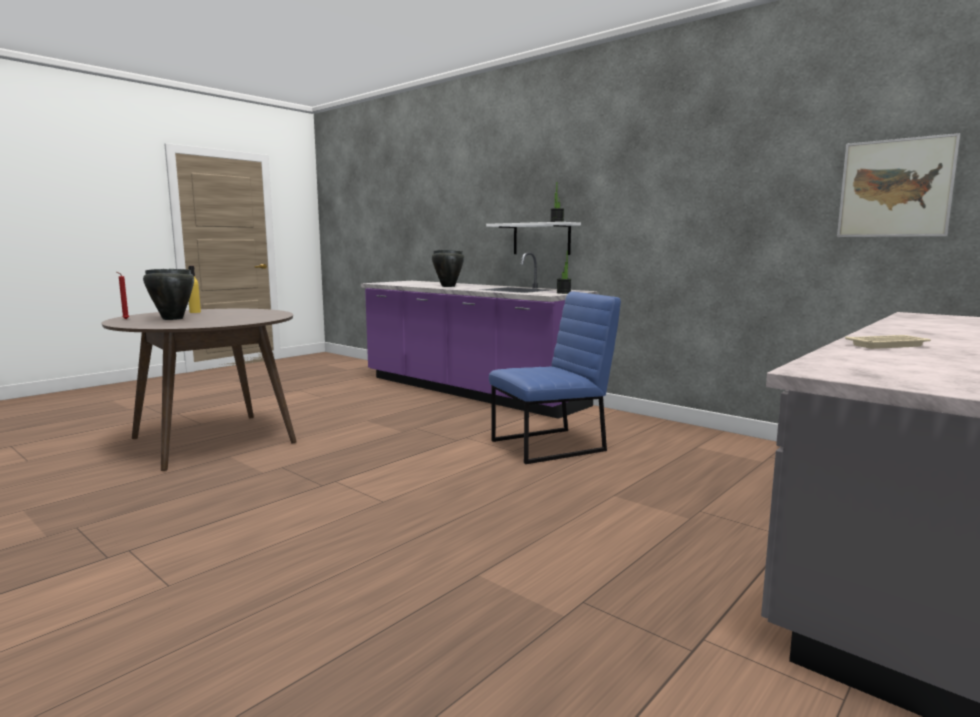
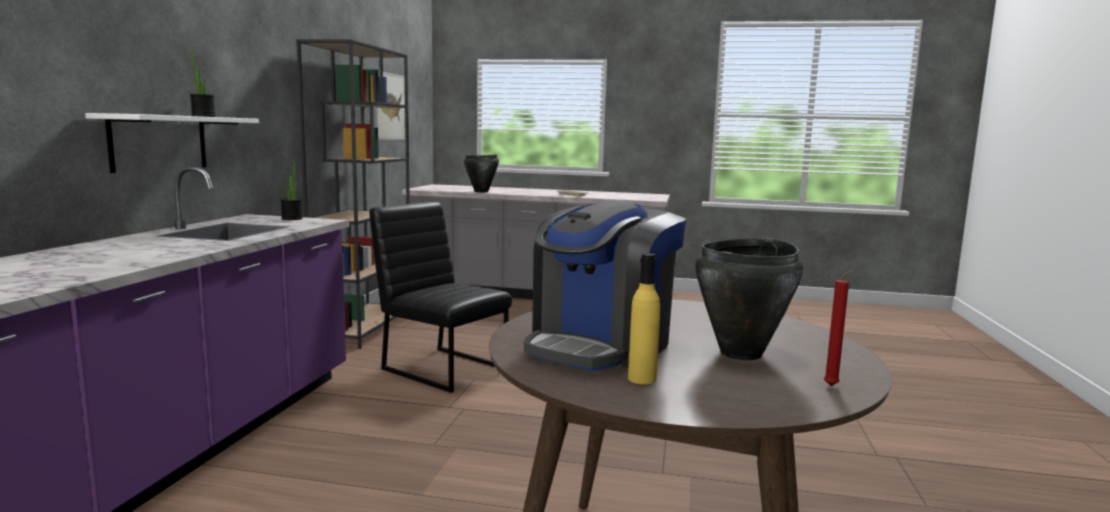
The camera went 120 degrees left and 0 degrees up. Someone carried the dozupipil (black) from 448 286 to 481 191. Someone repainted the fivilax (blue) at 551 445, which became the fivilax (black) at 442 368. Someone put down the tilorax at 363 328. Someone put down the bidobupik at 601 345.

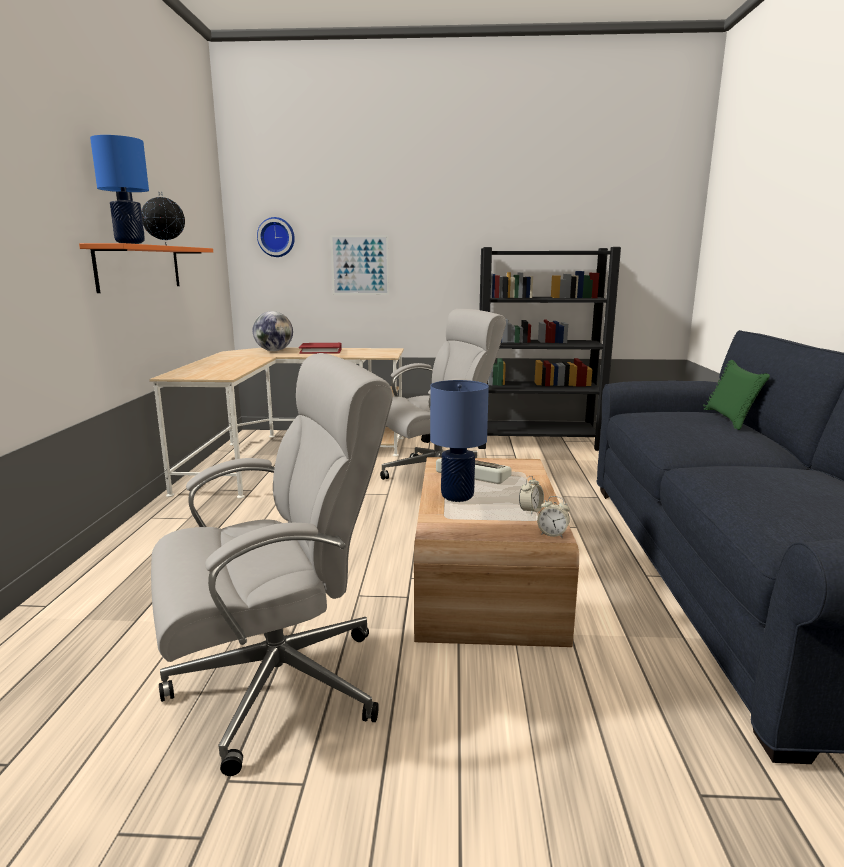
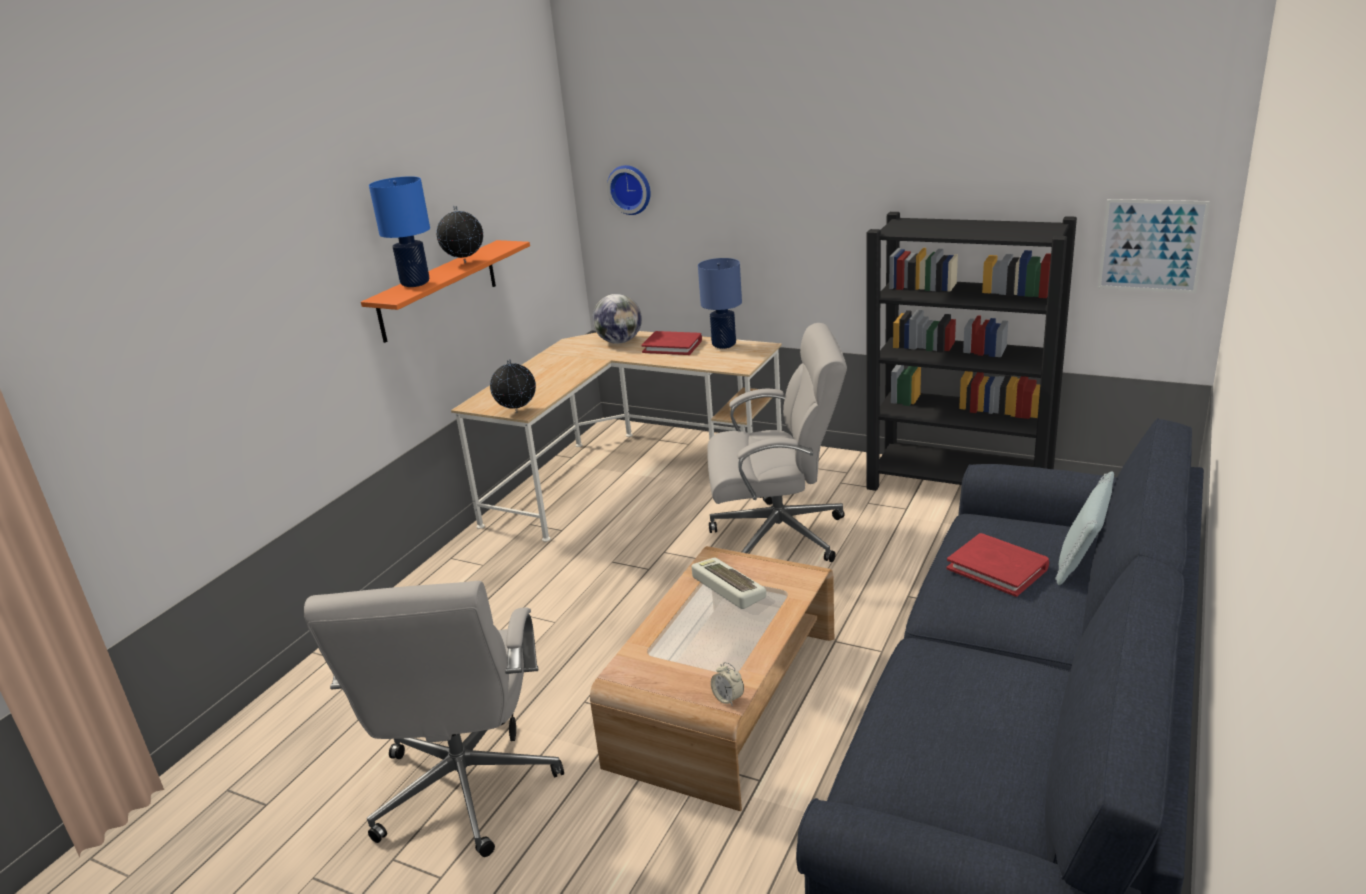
The camera went 25 degrees right and 10 degrees up. Someone carried the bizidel from 360 265 to 1151 246. Someone rotated the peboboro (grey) at 277 685 by 90 degrees clockwise. Someone repainted the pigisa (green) at 730 419, which became the pigisa (blue) at 1081 558. Someone carried the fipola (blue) from 457 499 to 724 346. Someone took away the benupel at 530 511. Someone put down the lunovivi at 517 412. Someone put down the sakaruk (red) at 997 568.

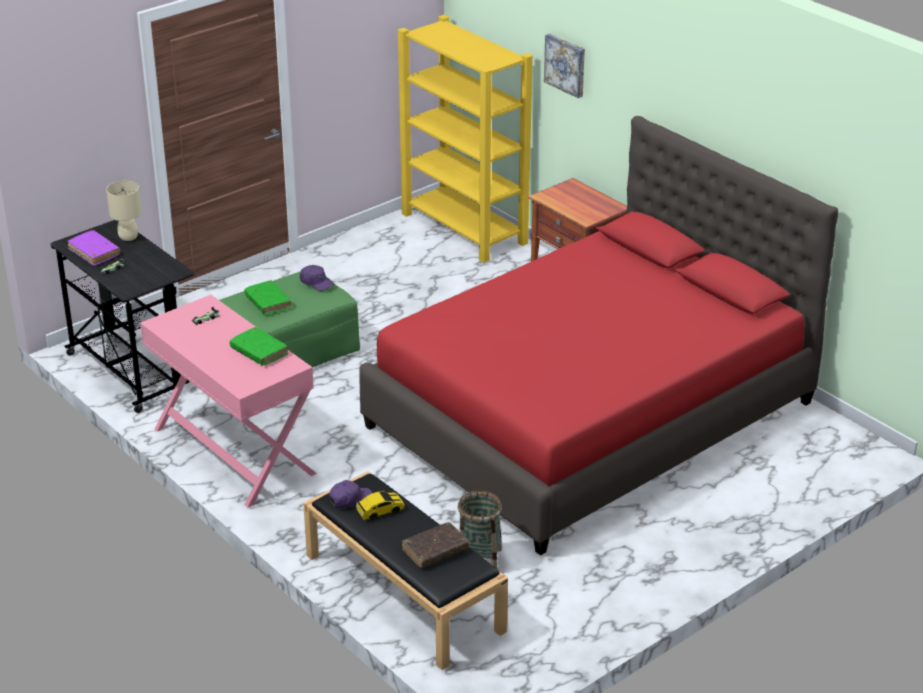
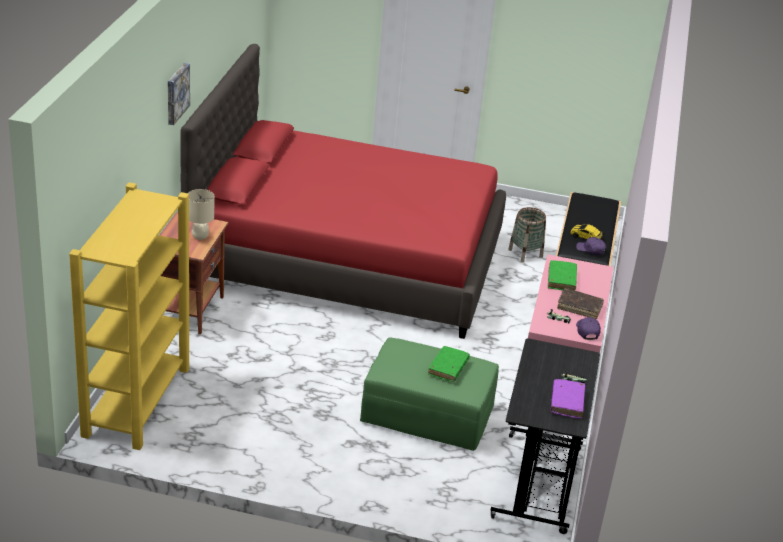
The camera went 130 degrees left and 0 degrees up. Someone carried the bizidel from 566 64 to 176 93. Someone carried the fipola (beige) from 129 238 to 200 236. Someone carried the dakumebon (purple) from 316 282 to 587 331. Someone carried the sakaruk (brown) from 435 550 to 579 307.

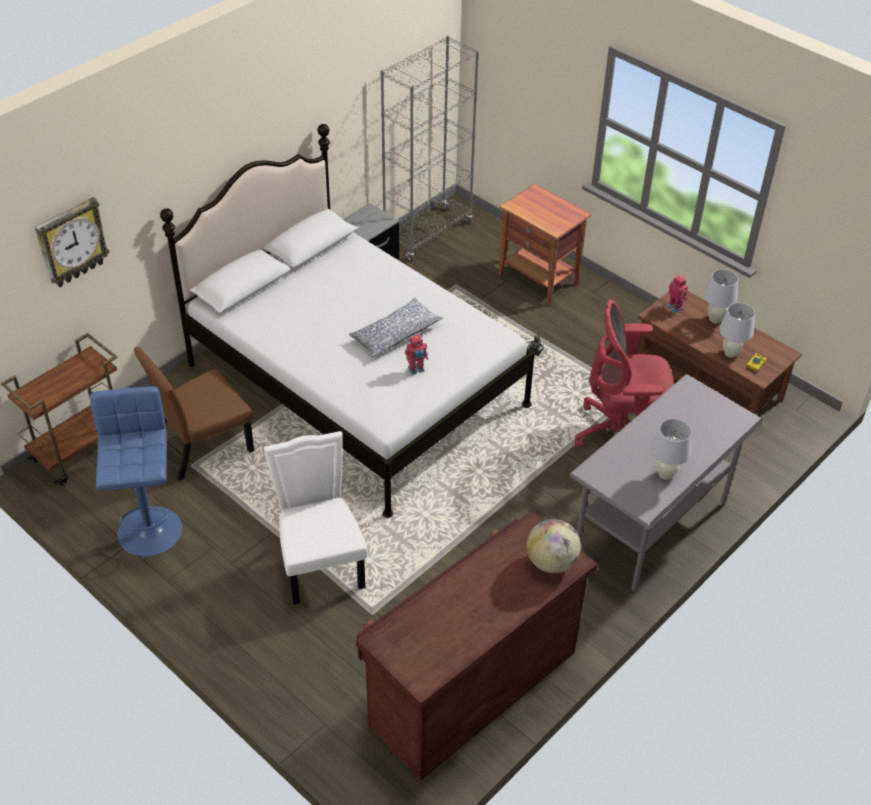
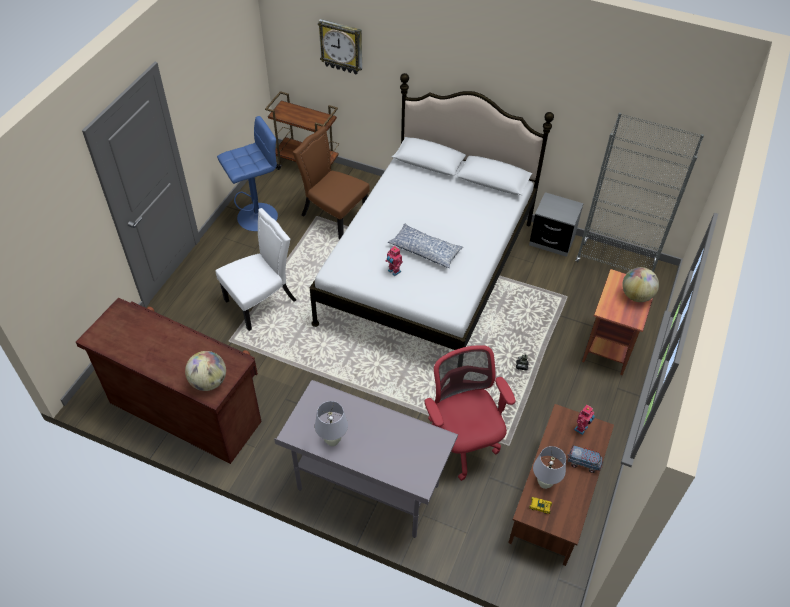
The camera went 70 degrees right and 5 degrees up. Someone swapped the fipola (white) at 715 319 for the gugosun at 583 463. Someone put down the lunovivi at 636 295.

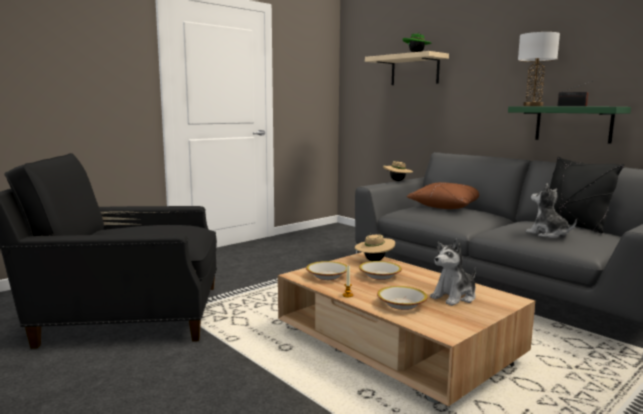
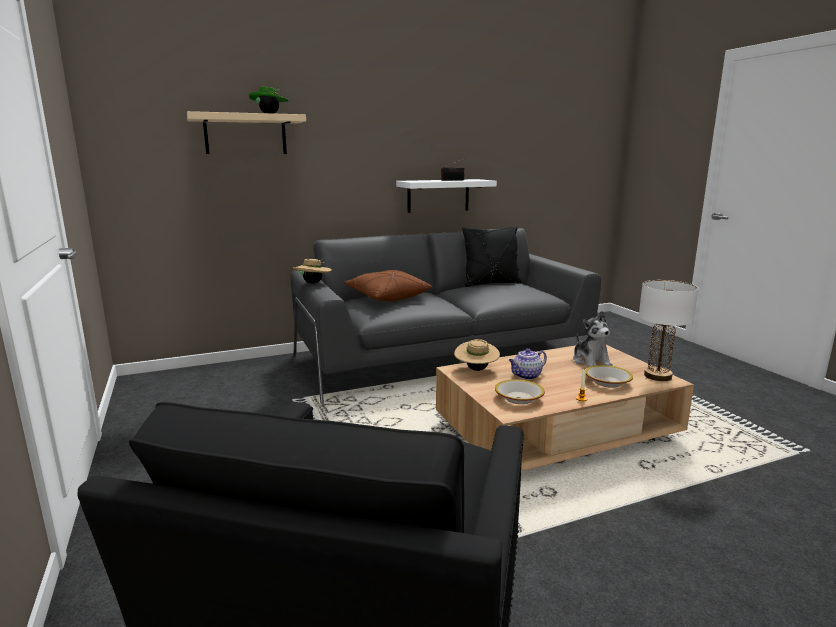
The camera went 70 degrees left and 5 degrees up. Someone carried the fipola from 533 106 to 658 376. Someone repainted the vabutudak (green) at 573 124, which became the vabutudak (white) at 438 195. Someone took away the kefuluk at 548 234. Someone swapped the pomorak at 379 276 for the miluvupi at 526 376.

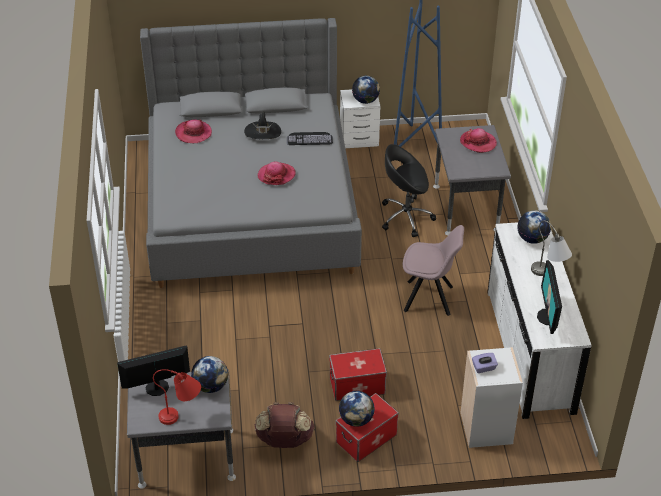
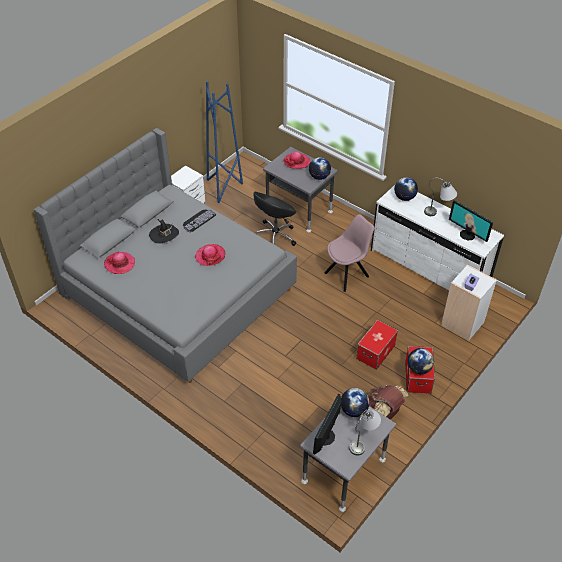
The camera went 45 degrees left and 5 degrees up. Someone carried the lunovivi from 365 101 to 319 177. Someone repainted the fipola (red) at 182 416, which became the fipola (grey) at 363 441.

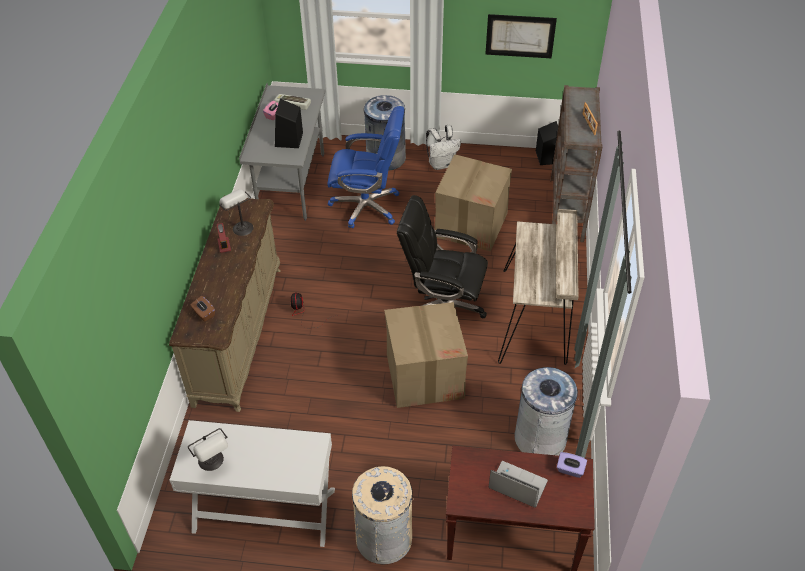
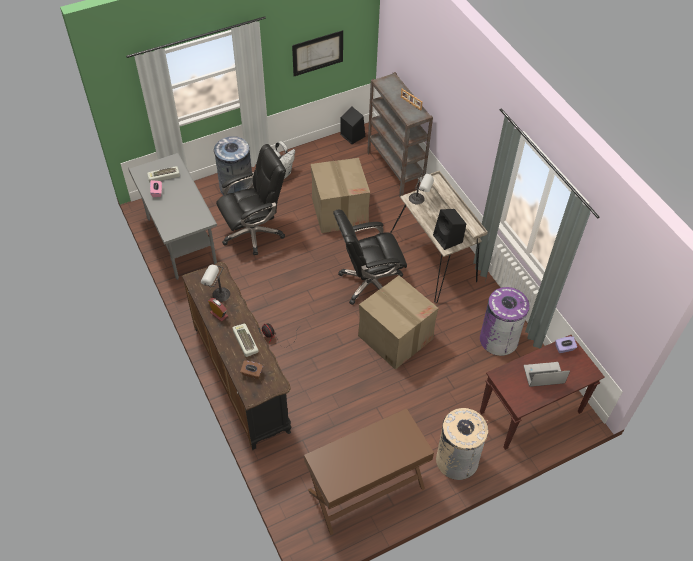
The camera went 35 degrees left and 5 degrees up. Someone carried the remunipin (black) from 289 140 to 448 239. Someone repainted the peboboro (blue) at 367 207, which became the peboboro (black) at 254 233. Someone repainted the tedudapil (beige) at 240 334, which became the tedudapil (black) at 242 376. Someone repainted the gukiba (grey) at 540 438, which became the gukiba (purple) at 498 339. Someone repainted the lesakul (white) at 264 510, which became the lesakul (brown) at 366 489. Someone carried the fipola from 214 463 to 420 199. Someone put down the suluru at 244 341.

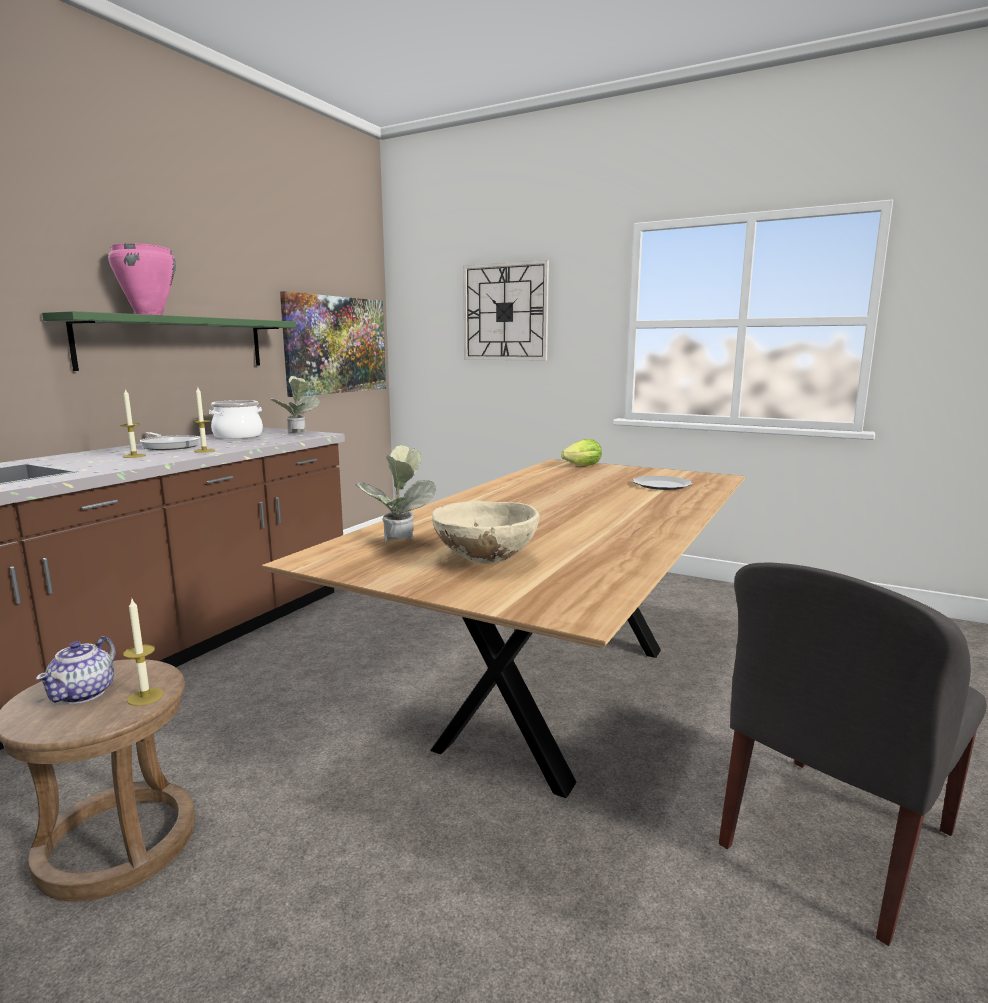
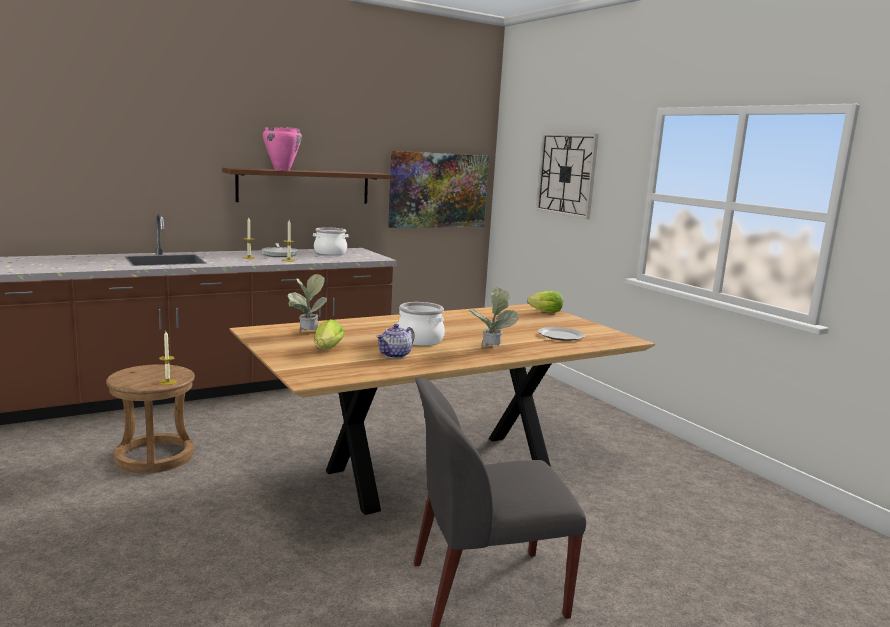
The camera went 30 degrees right and 0 degrees up. Someone repainted the vabutudak (green) at 175 343, which became the vabutudak (brown) at 304 186. Someone carried the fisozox from 298 434 to 492 349. Someone swapped the pomorak (beige) at 485 561 for the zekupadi at 327 350. Someone carried the miluvupi from 84 693 to 395 355. Someone put down the dozupipil at 420 340.

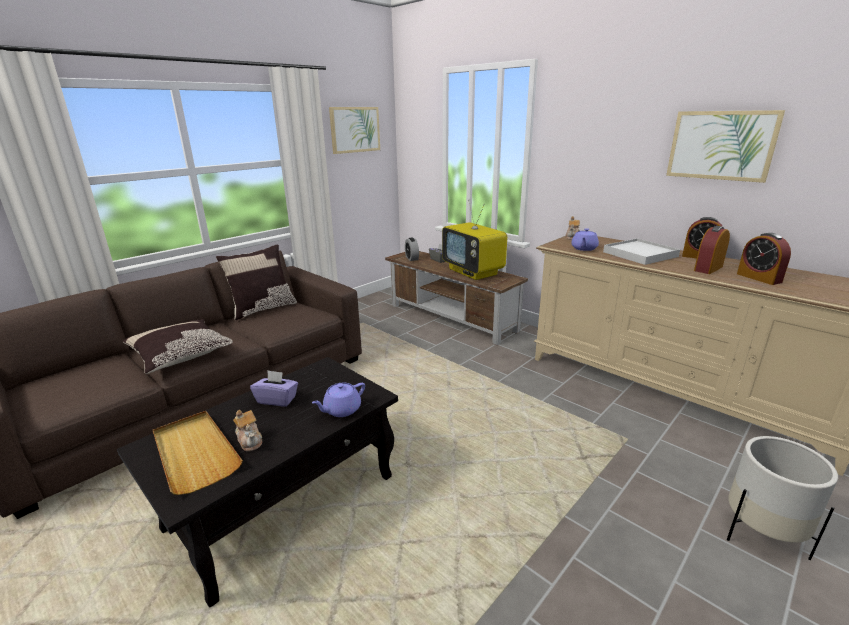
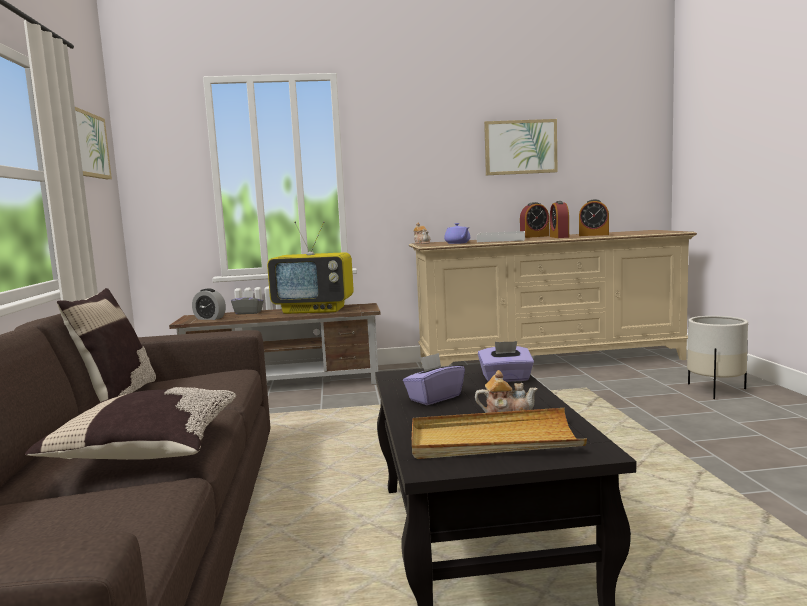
The camera went 50 degrees left and 15 degrees down. Someone swapped the miluvupi (purple) at 341 410 for the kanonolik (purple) at 506 379.

